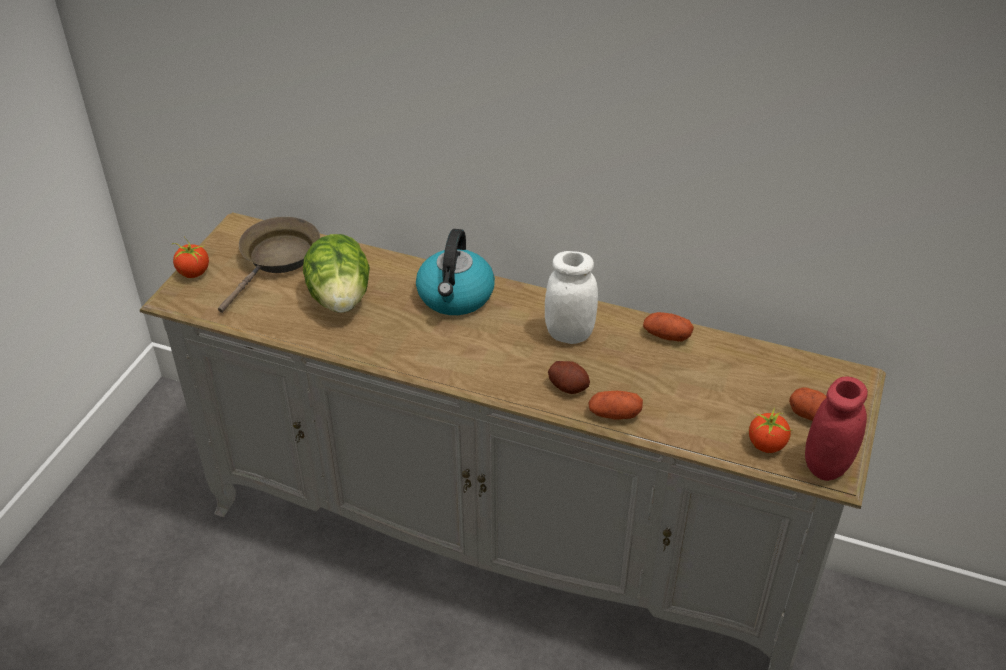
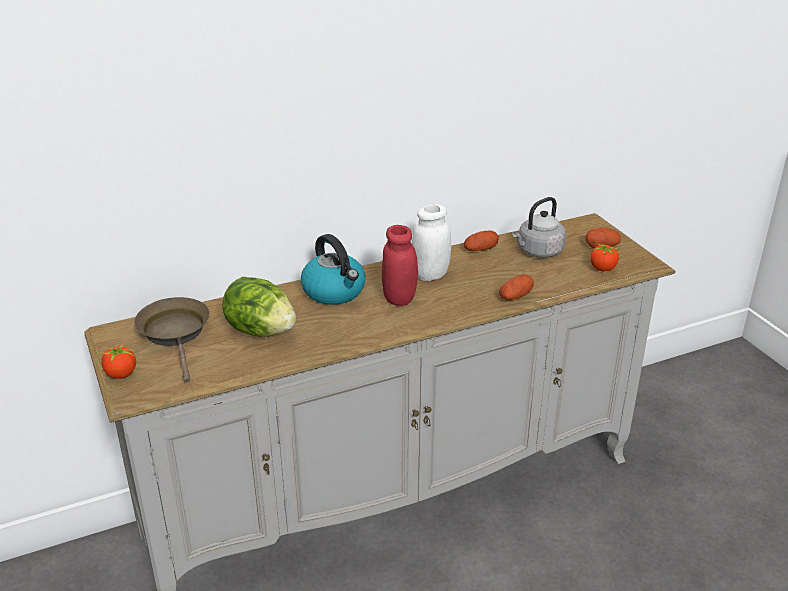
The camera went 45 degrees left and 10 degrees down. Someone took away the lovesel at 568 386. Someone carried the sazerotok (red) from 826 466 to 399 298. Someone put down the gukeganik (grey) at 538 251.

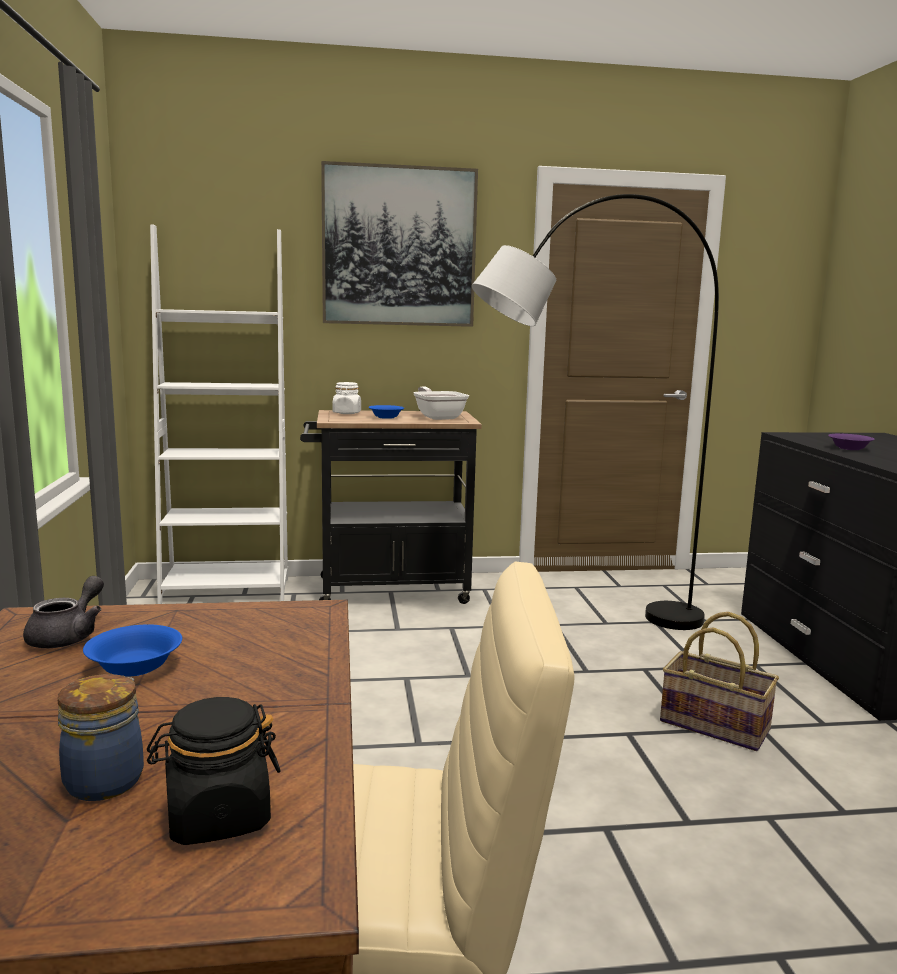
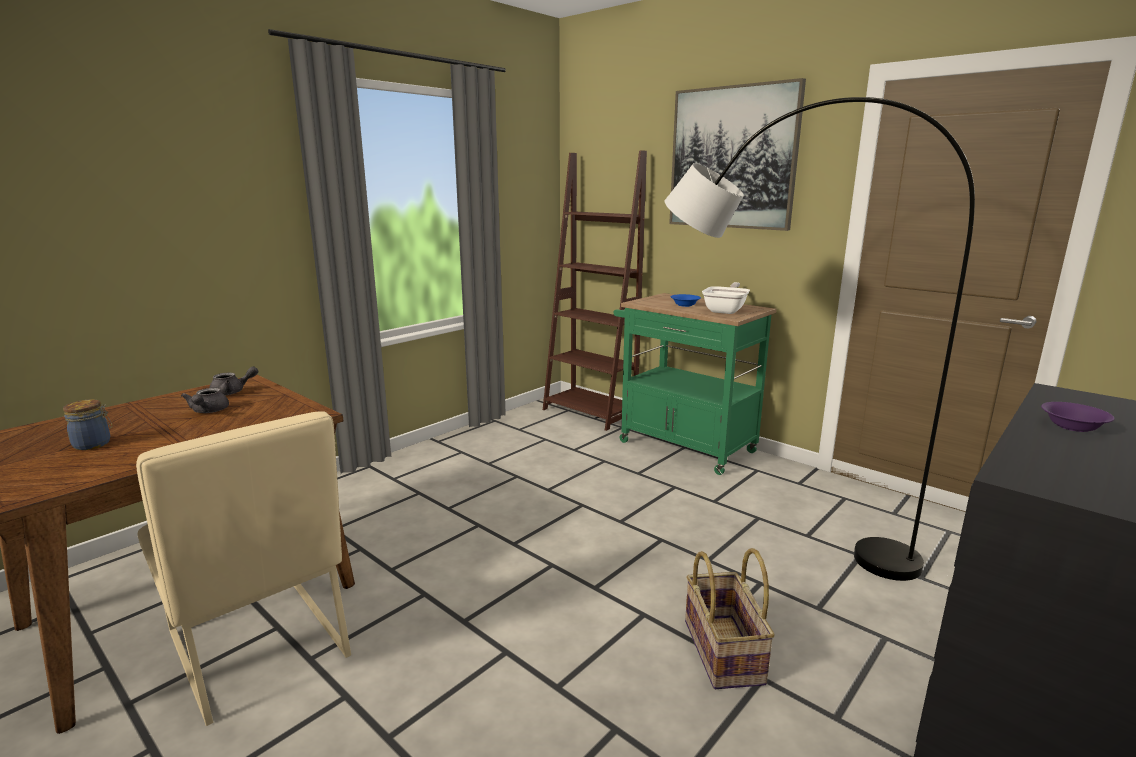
The camera went 50 degrees right and 5 degrees up. Someone repainted the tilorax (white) at 226 590, which became the tilorax (brown) at 589 413. Someone took away the sazerotok (white) at 347 413. Someone repainted the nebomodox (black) at 387 591, which became the nebomodox (green) at 683 446. Someone swapped the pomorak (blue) at 136 666 for the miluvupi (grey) at 208 411. Someone took away the sazerotok (black) at 217 817.

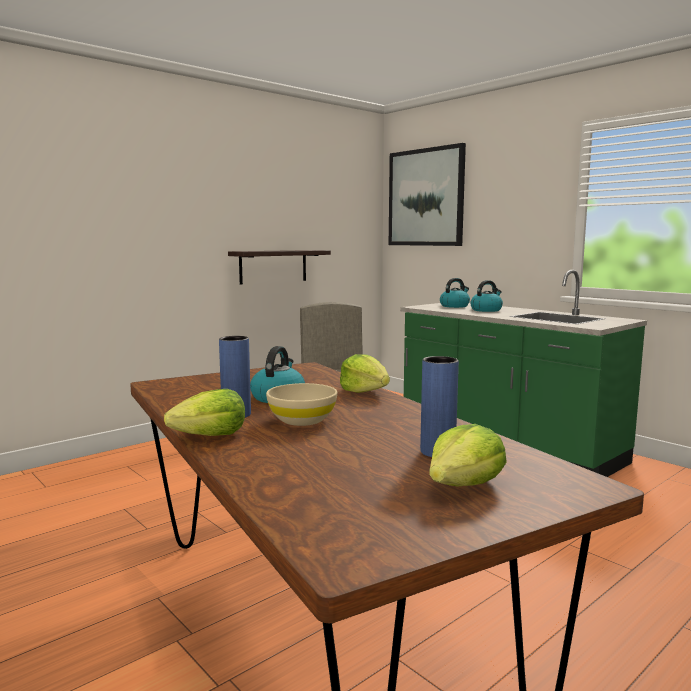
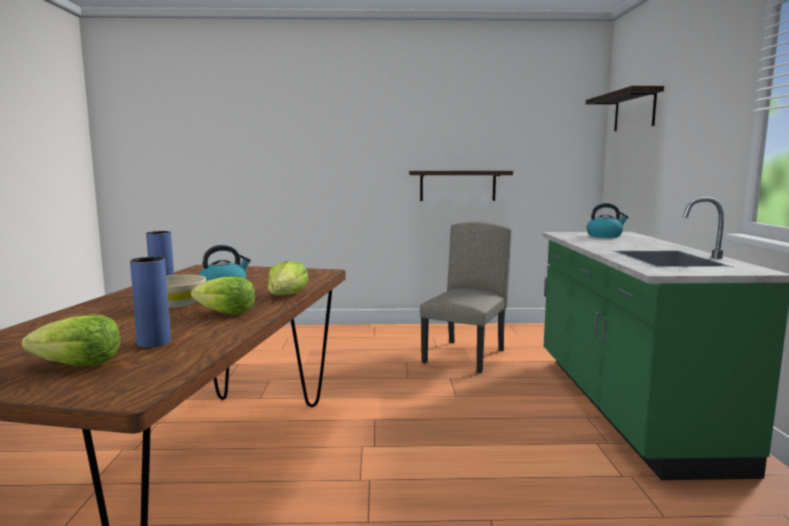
The camera went 40 degrees right and 0 degrees up. Someone swapped the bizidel at 425 197 for the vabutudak at 634 111. Someone took away the gukeganik at 486 310. Someone carried the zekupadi from 210 436 to 226 313.

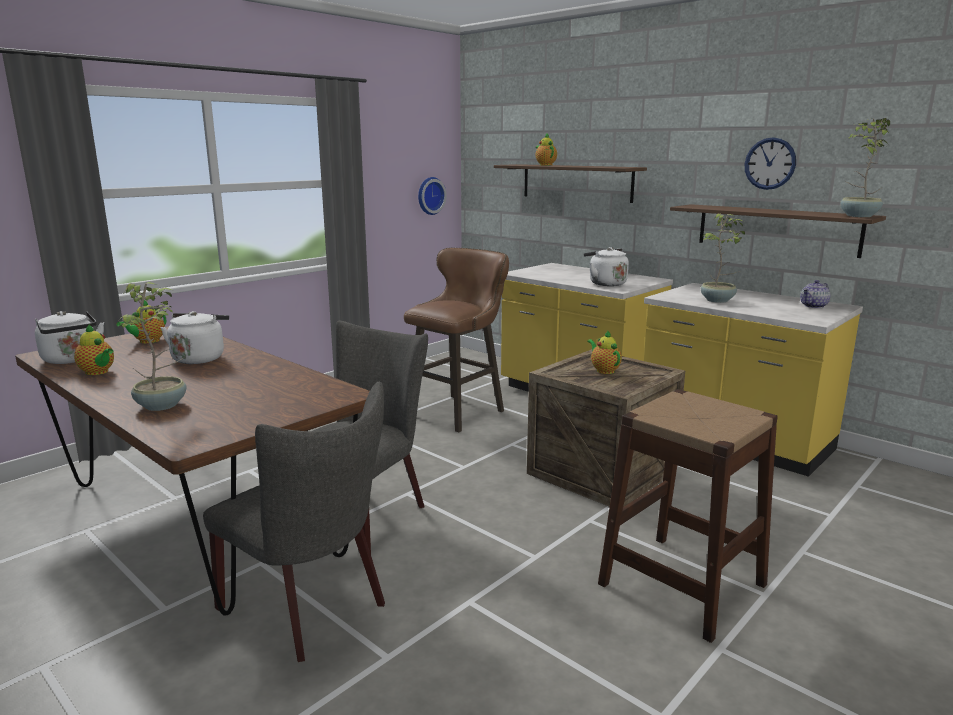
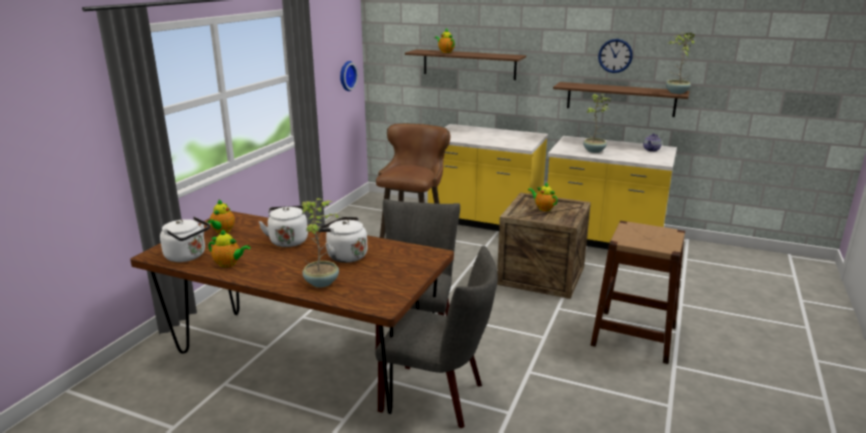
The camera went 20 degrees left and 5 degrees up. Someone carried the gukeganik (white) from 605 283 to 344 256.

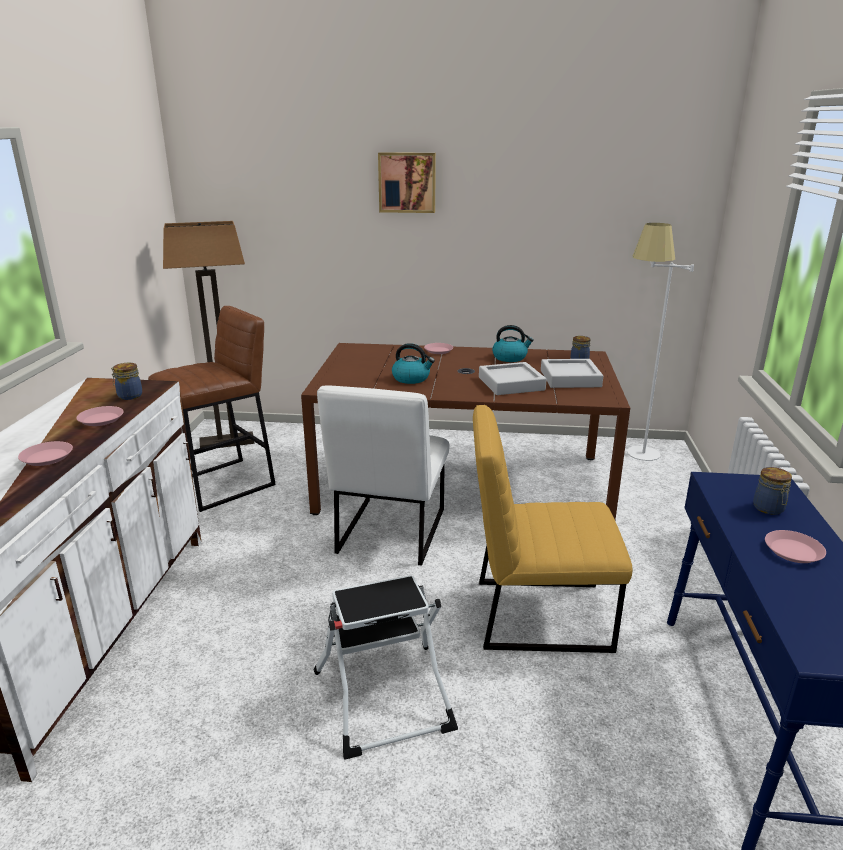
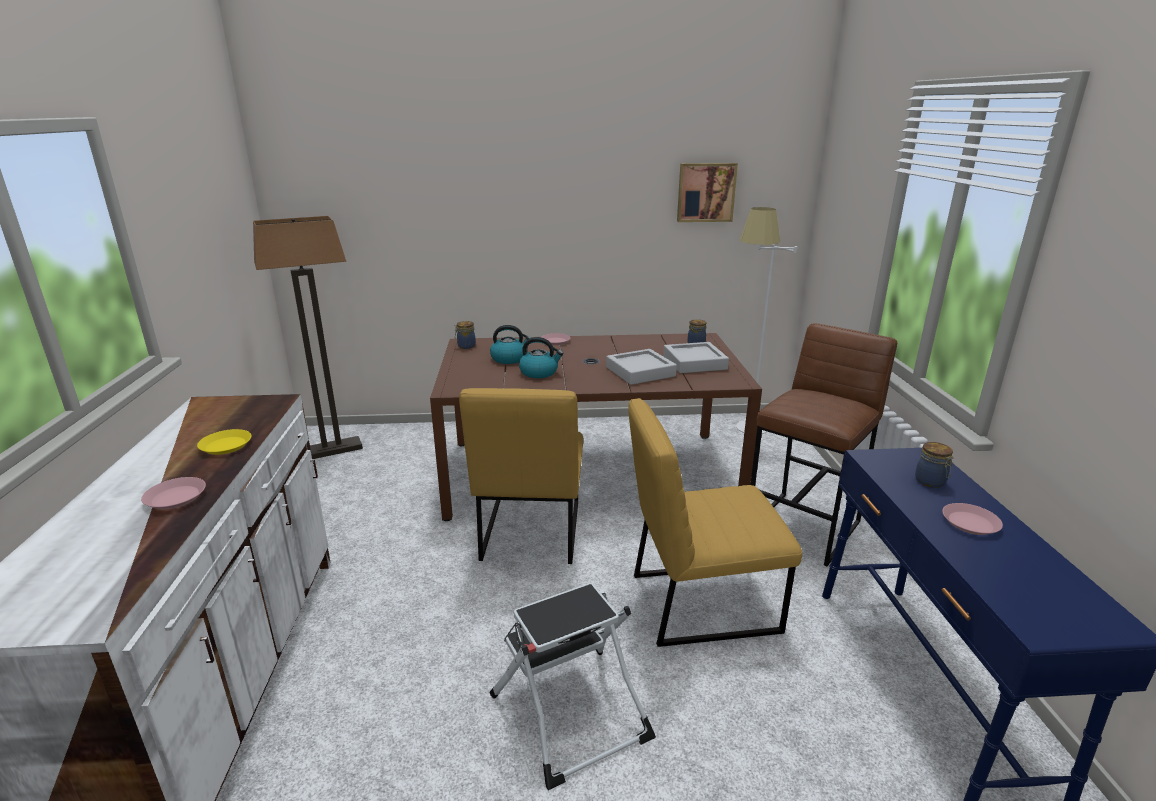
The camera went 10 degrees left and 0 degrees up. Someone carried the bizidel from 407 182 to 705 192. Someone carried the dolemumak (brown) from 224 483 to 804 526. Someone carried the gukeganik from 510 357 to 509 359. Someone carried the sazerotok from 129 396 to 465 346. Someone repainted the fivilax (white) at 390 532, which became the fivilax (yellow) at 530 532. Someone repainted the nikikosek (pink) at 101 419, which became the nikikosek (yellow) at 226 446.

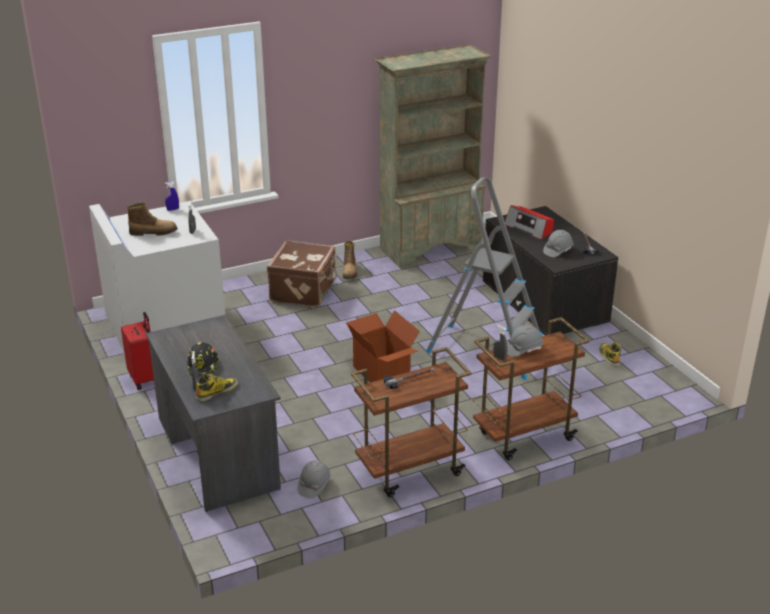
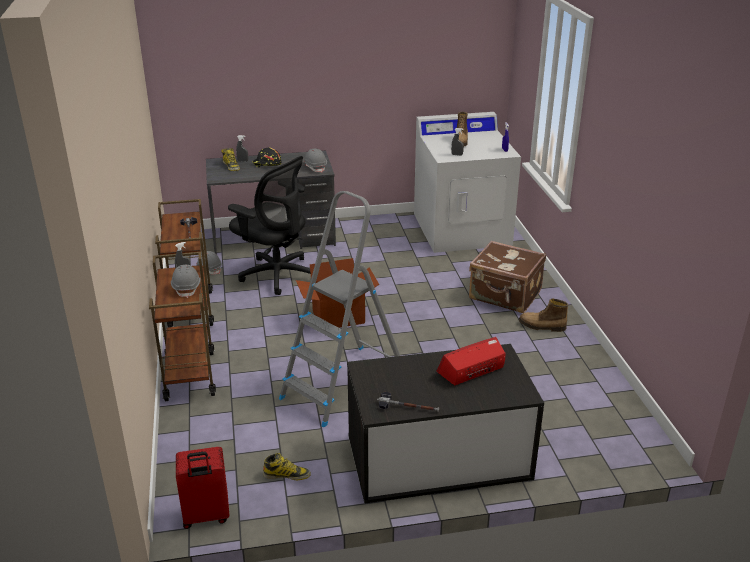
The camera went 105 degrees right and 0 degrees up. Someone took away the tilorax (green) at 430 248. Someone carried the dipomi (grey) from 557 250 to 315 167. Someone carried the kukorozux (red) from 145 379 to 206 516. Someone put down the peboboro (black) at 273 274.

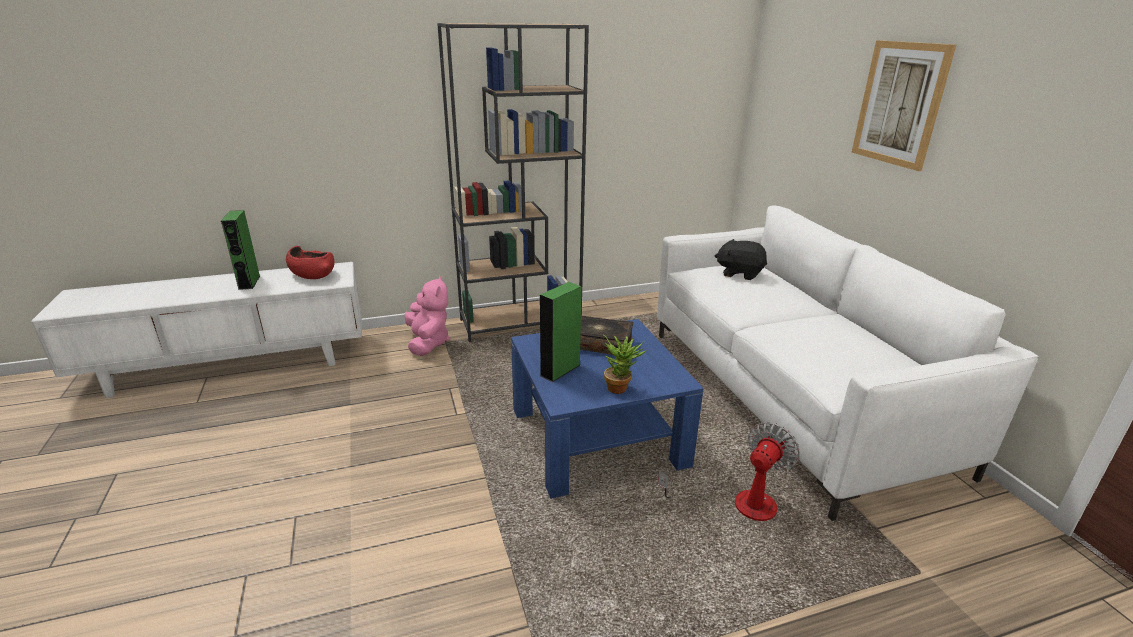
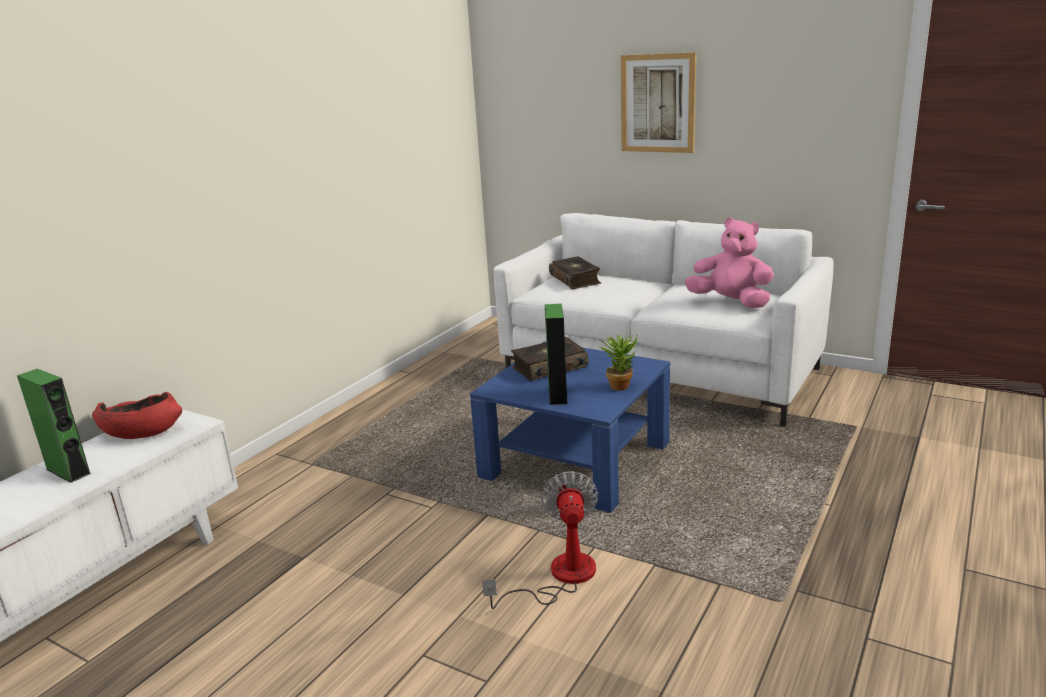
The camera went 40 degrees left and 5 degrees down. Someone took away the tilorax at 520 323. Someone swapped the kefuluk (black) at 739 273 for the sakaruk at 575 280. Someone carried the kefuluk (pink) from 428 343 to 731 302. Someone carried the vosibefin from 739 506 to 560 577.

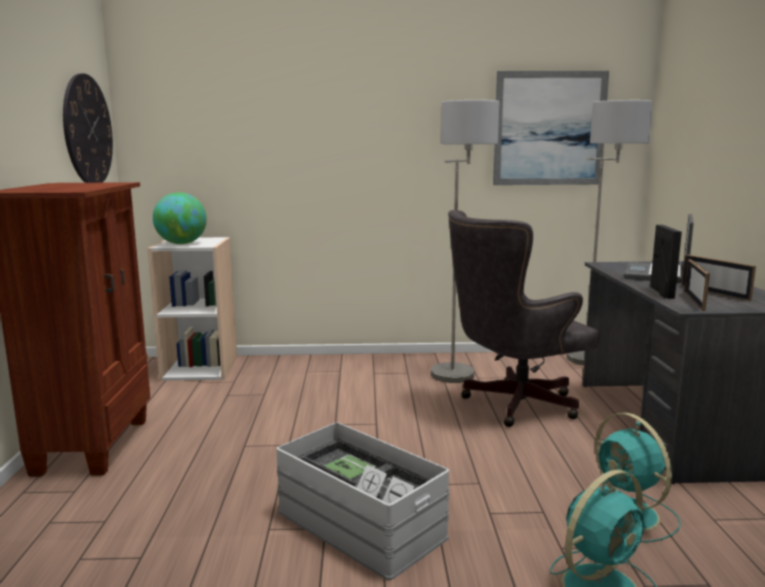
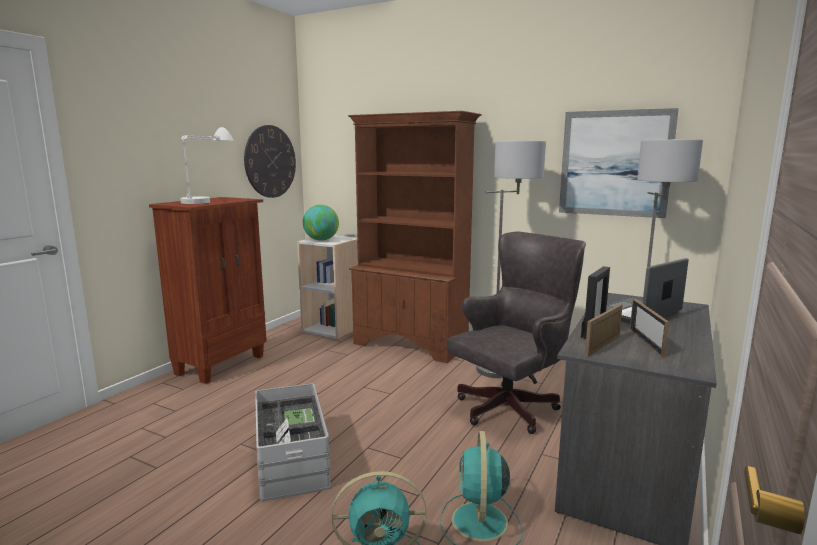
The camera went 30 degrees right and 0 degrees up. Someone rotated the peboboro (grey) at 514 405 by 135 degrees clockwise. Someone put down the tilorax (brown) at 411 344. Someone put down the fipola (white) at 209 200.

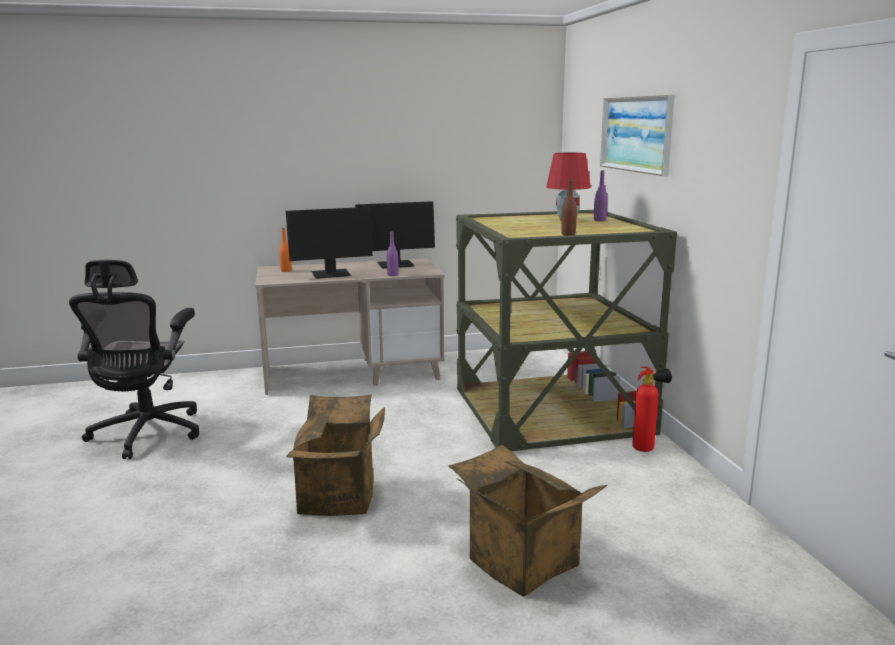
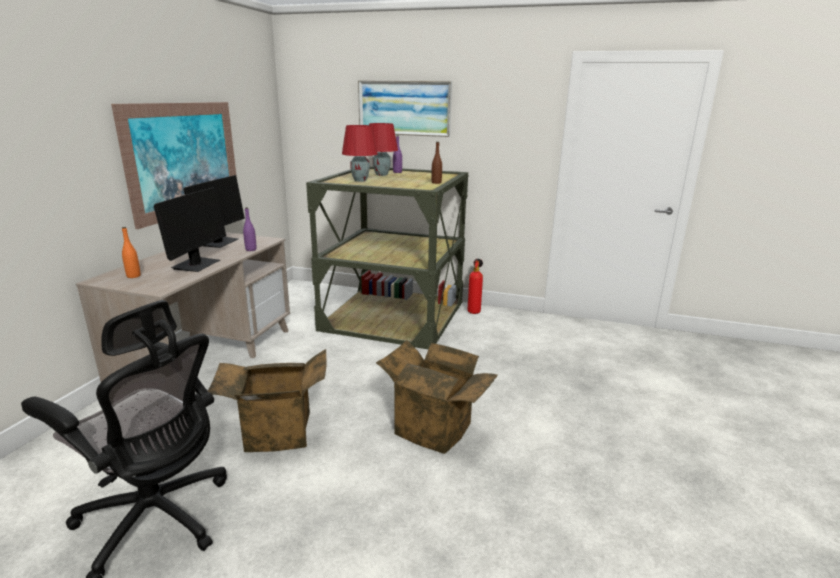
The camera went 60 degrees left and 5 degrees up. Someone carried the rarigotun from 518 563 to 276 434. Someone put up the bizidel at 184 159. Someone put down the fipola (red) at 360 180.

